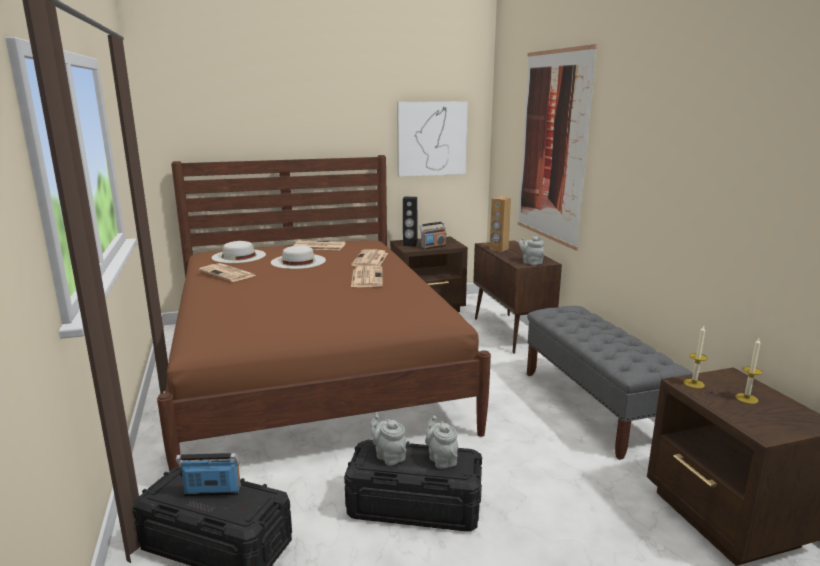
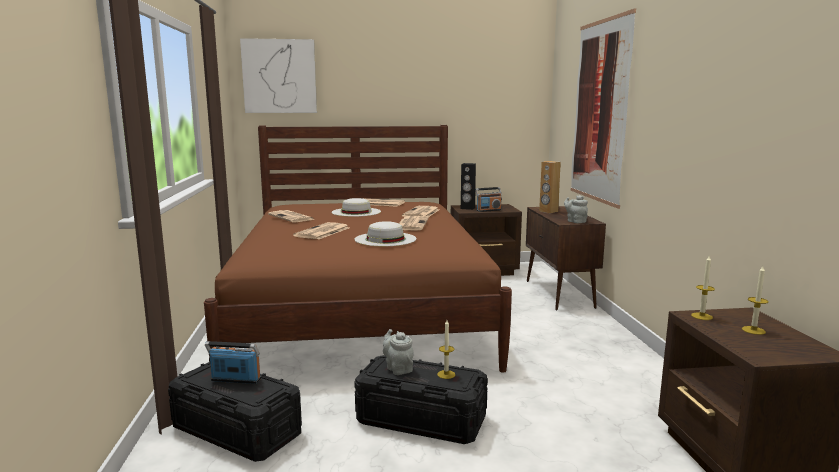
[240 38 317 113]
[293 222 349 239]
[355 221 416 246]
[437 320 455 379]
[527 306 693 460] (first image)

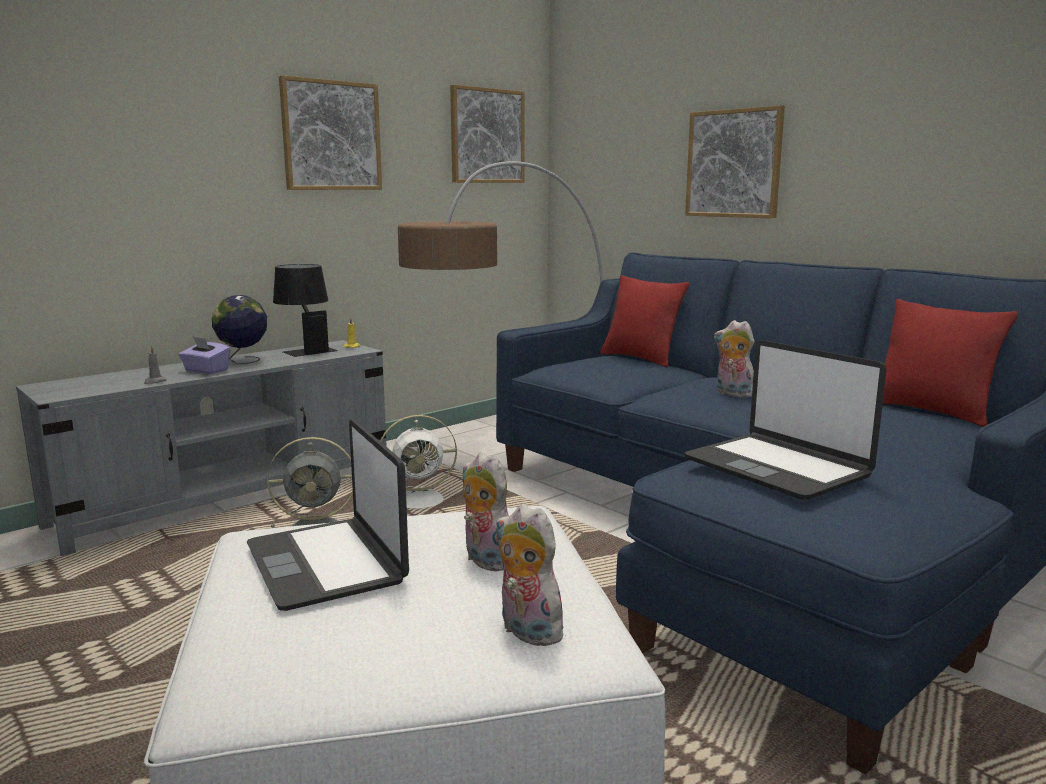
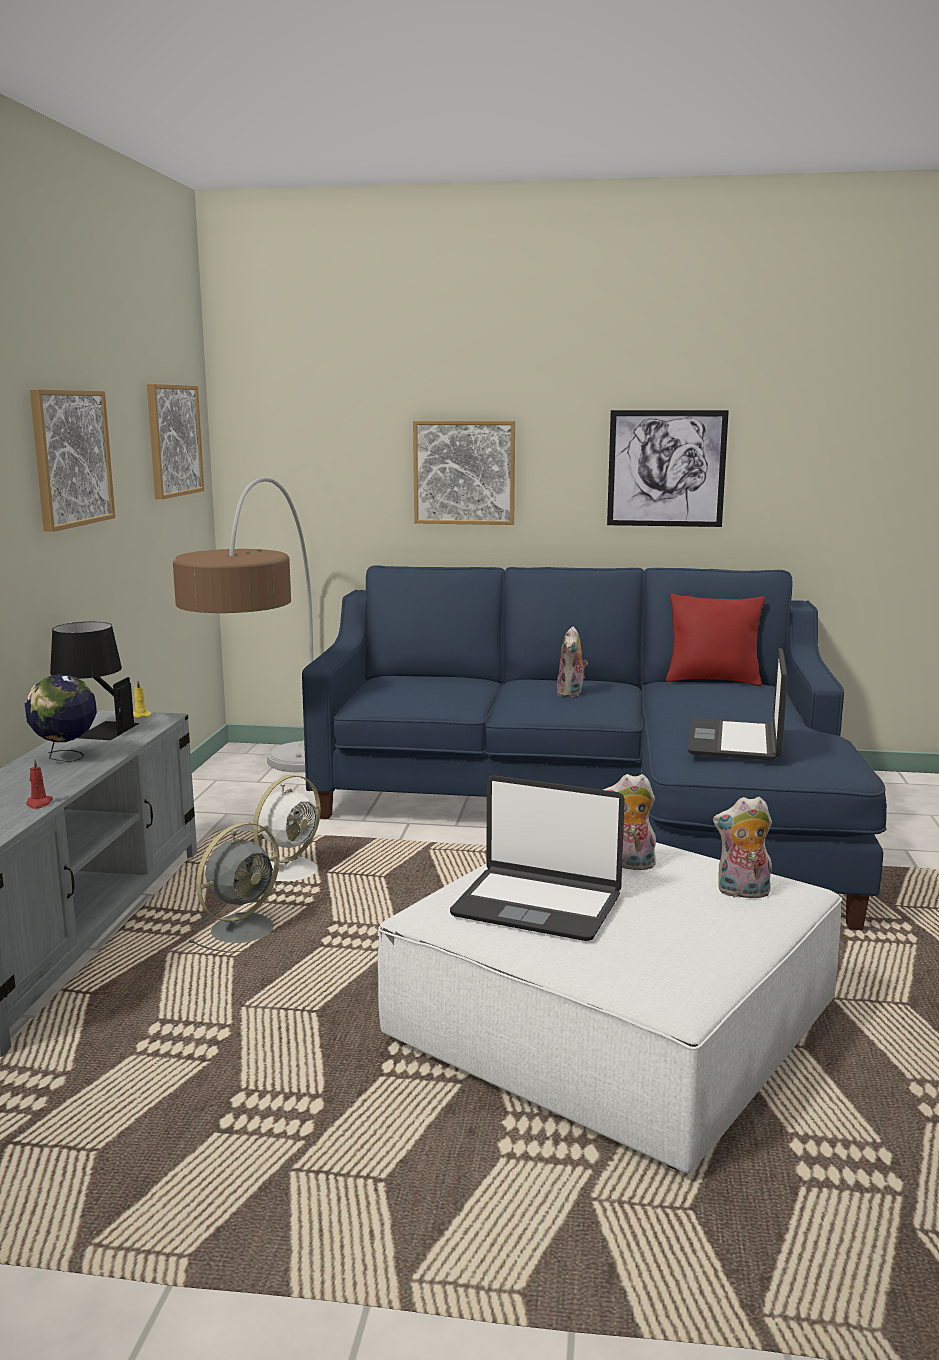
[26 758 53 809]
[557 626 588 697]
[607 410 729 527]
[687 648 788 761]
[179 337 231 374] (first image)
[601 275 689 367] (first image)

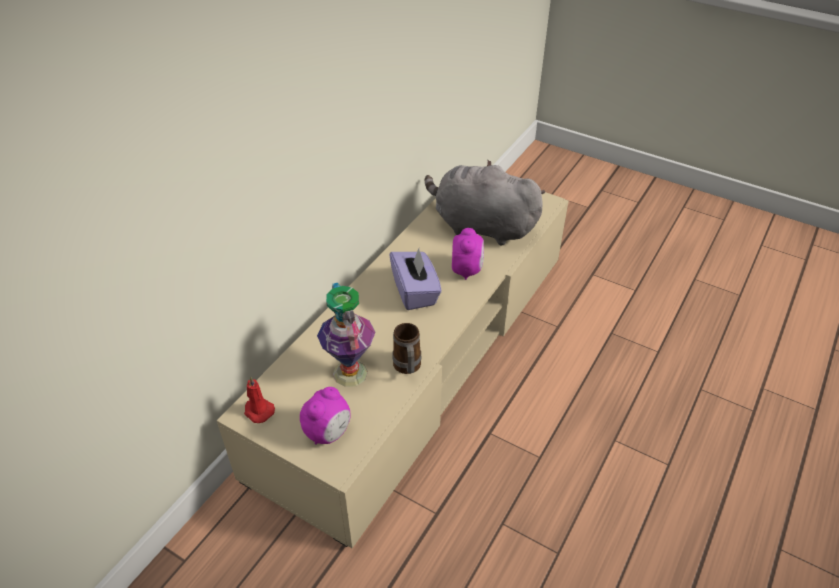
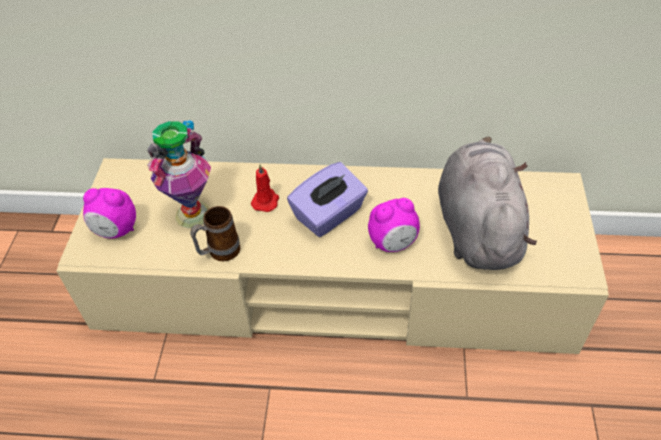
[251 164 279 212]

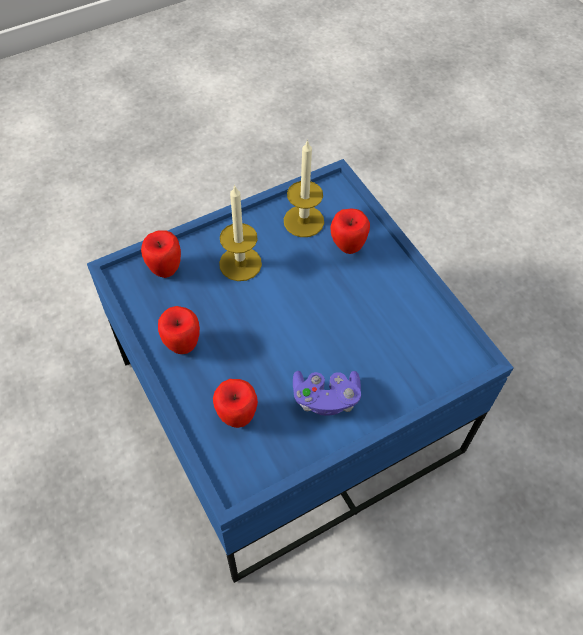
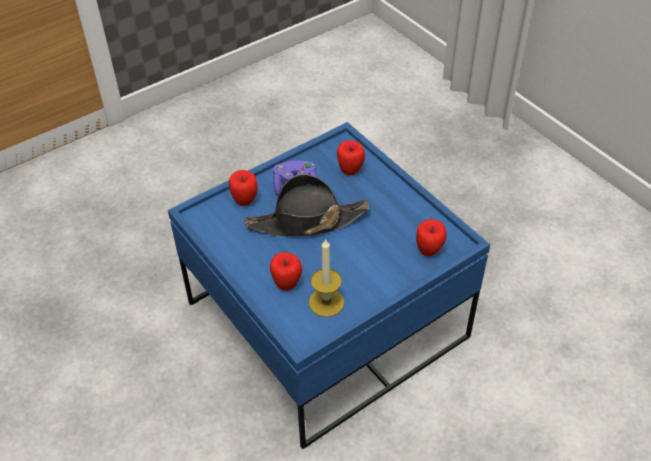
[229 170 258 206]
[245 174 369 237]
[219 185 262 281] (first image)

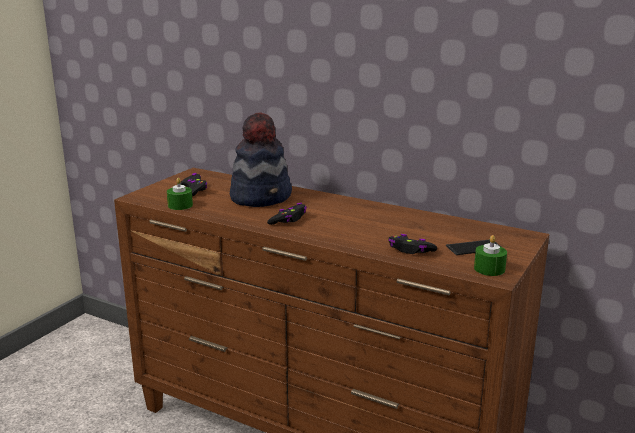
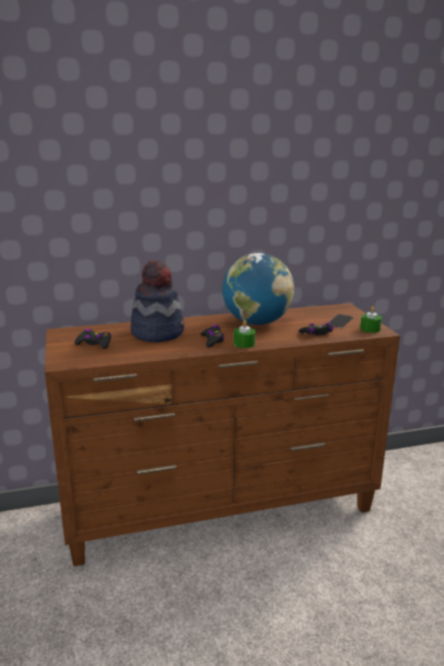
[222 253 294 325]
[234 320 255 348]

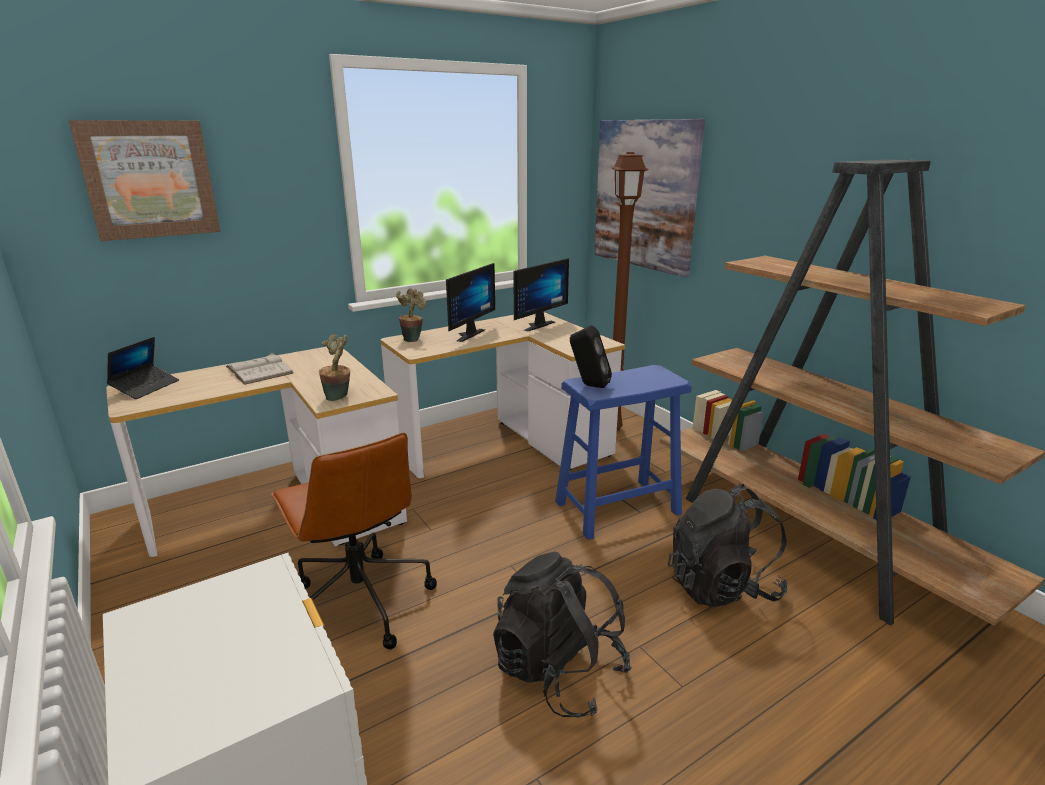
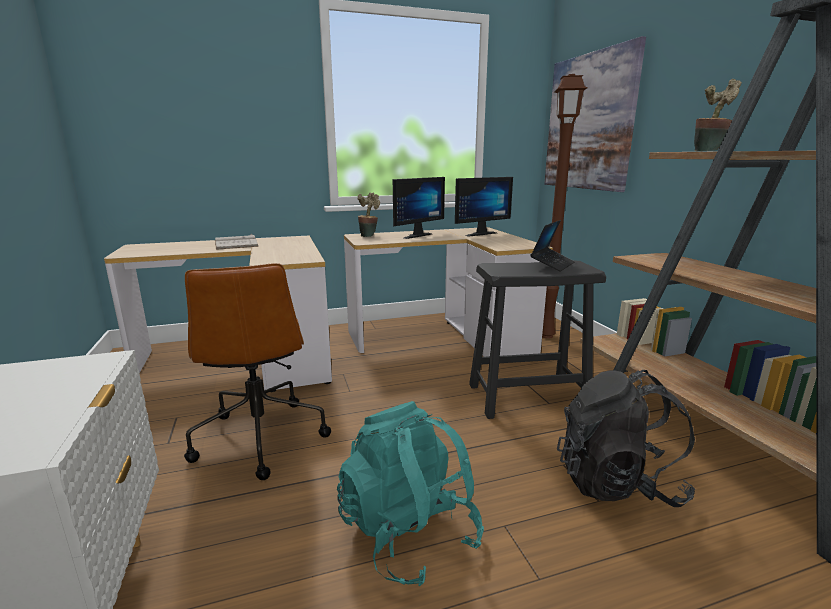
[337 401 484 586]
[469 260 606 419]
[531 220 575 272]
[694 79 742 152]
[69 120 220 241] (first image)
[570 325 612 388] (first image)

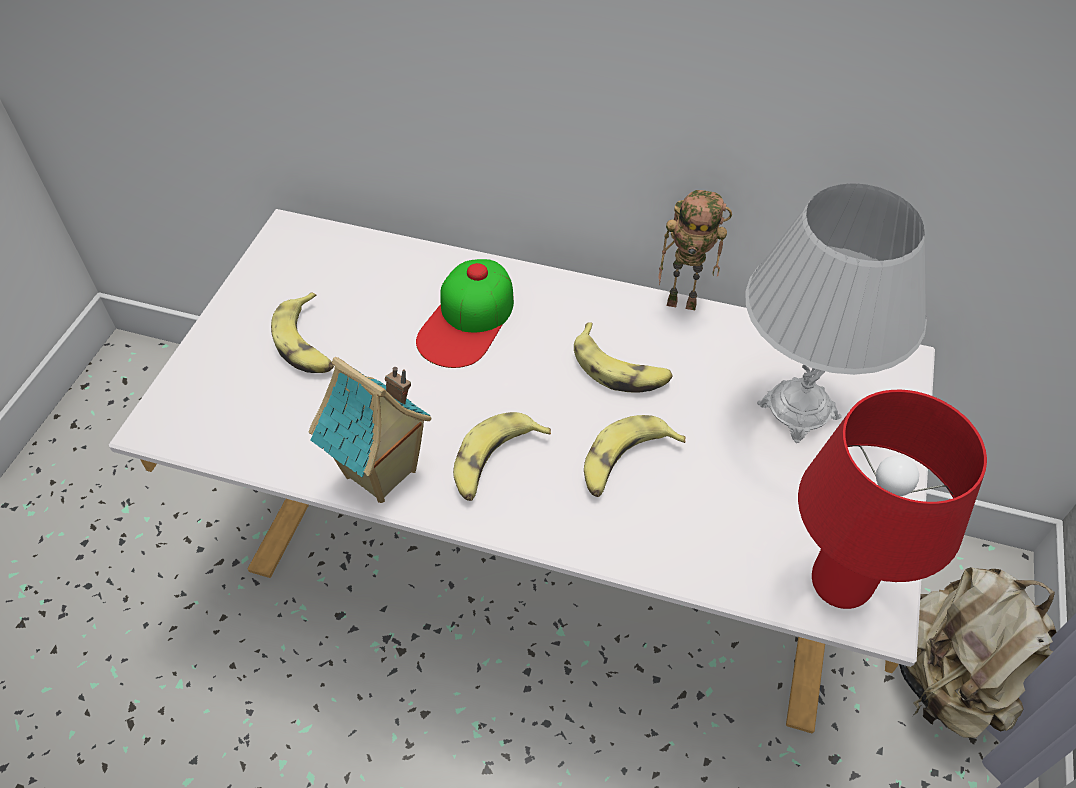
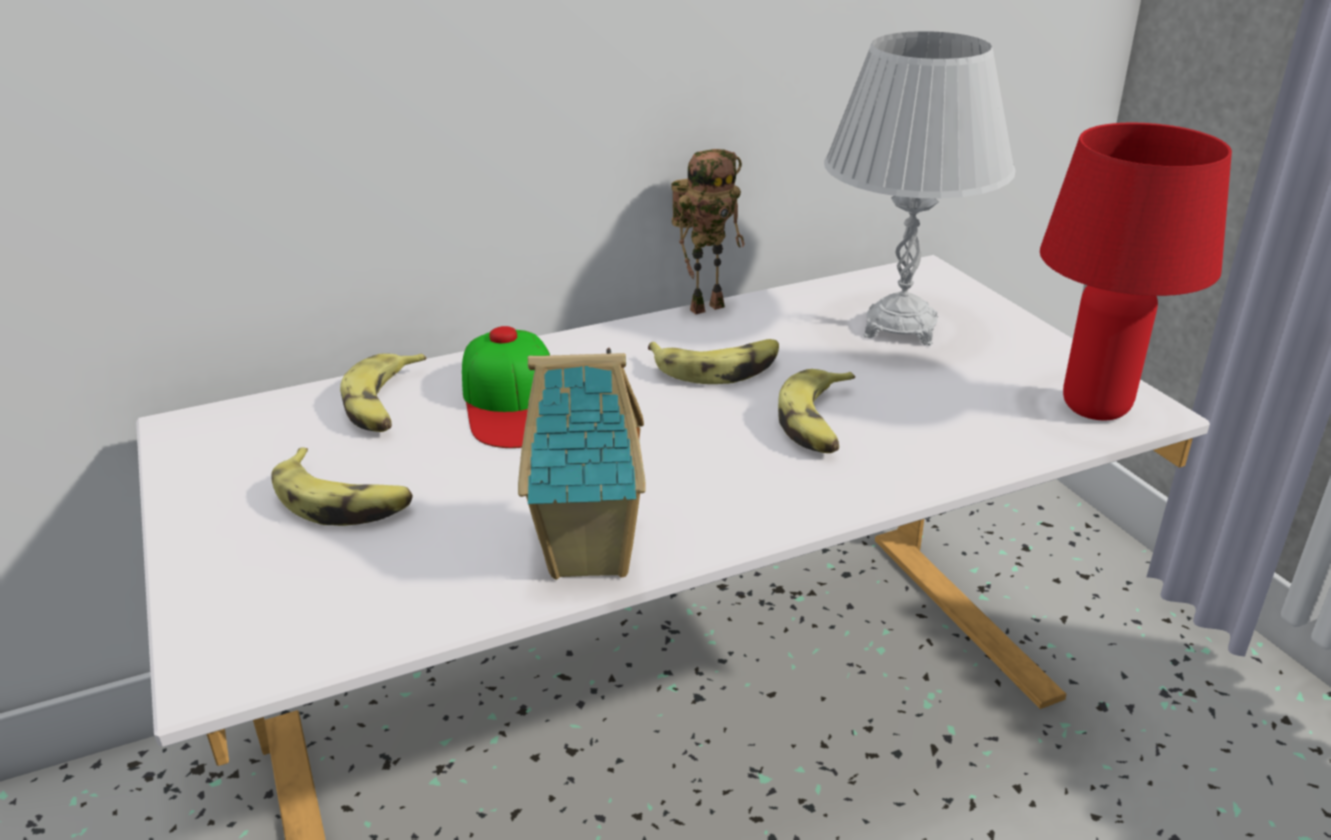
[340 353 426 432]
[899 567 1057 738] (first image)

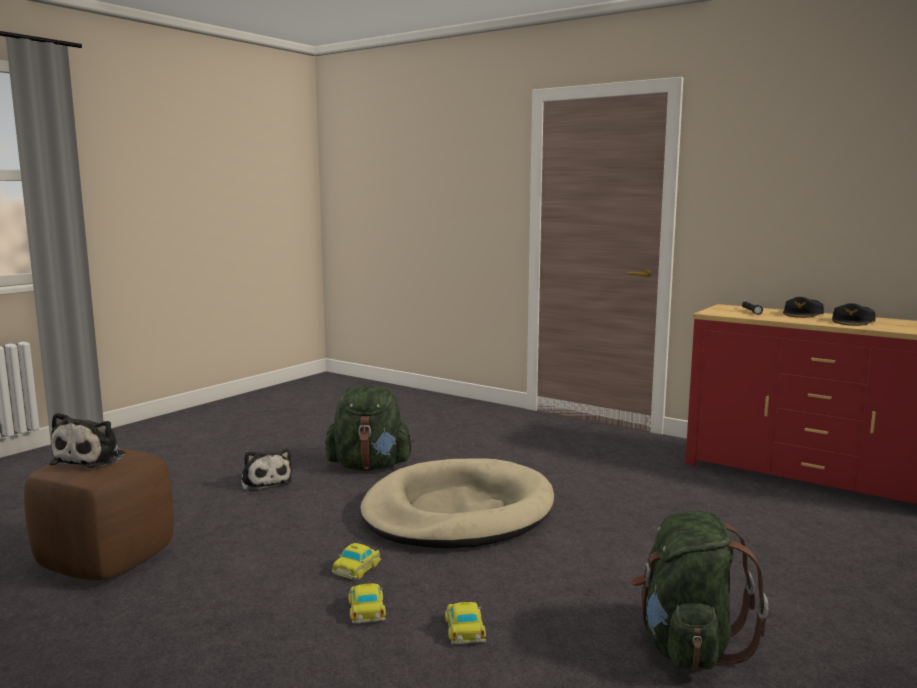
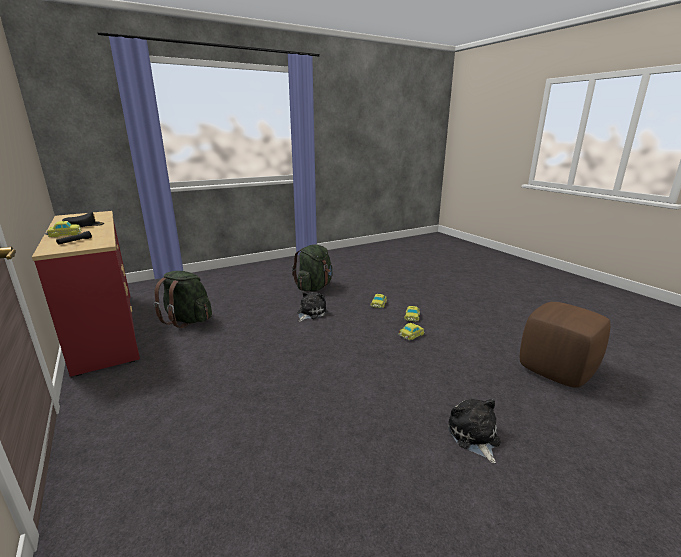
[45 220 82 237]
[154 271 212 328]
[297 291 328 322]
[360 458 554 549] (first image)

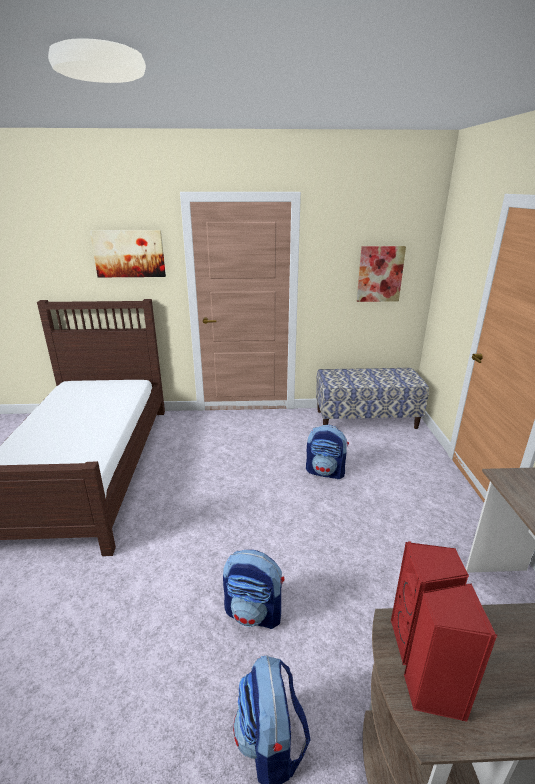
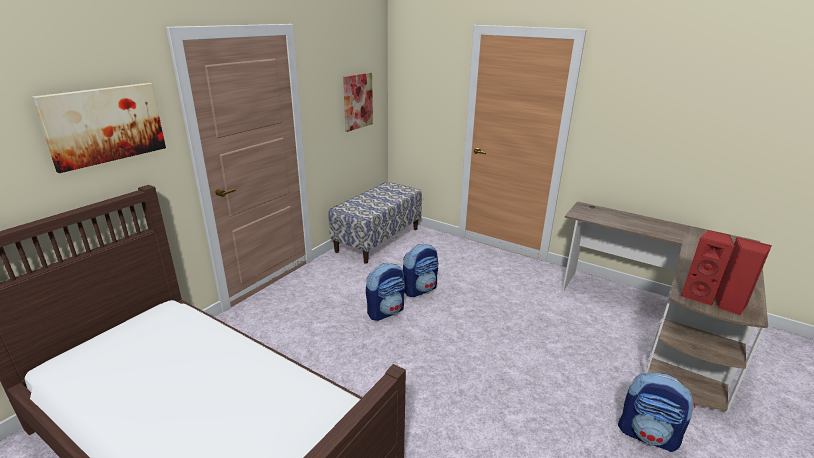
[366 263 405 321]

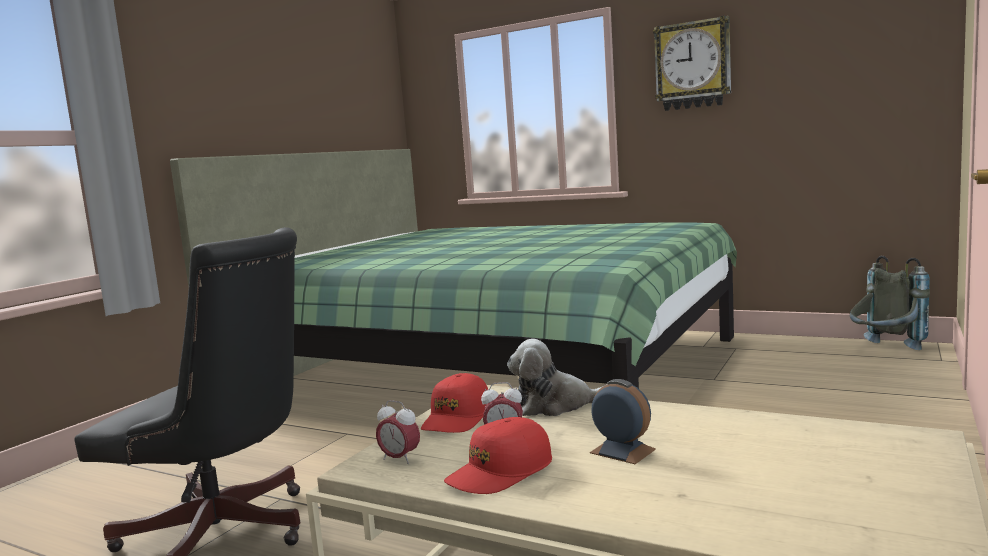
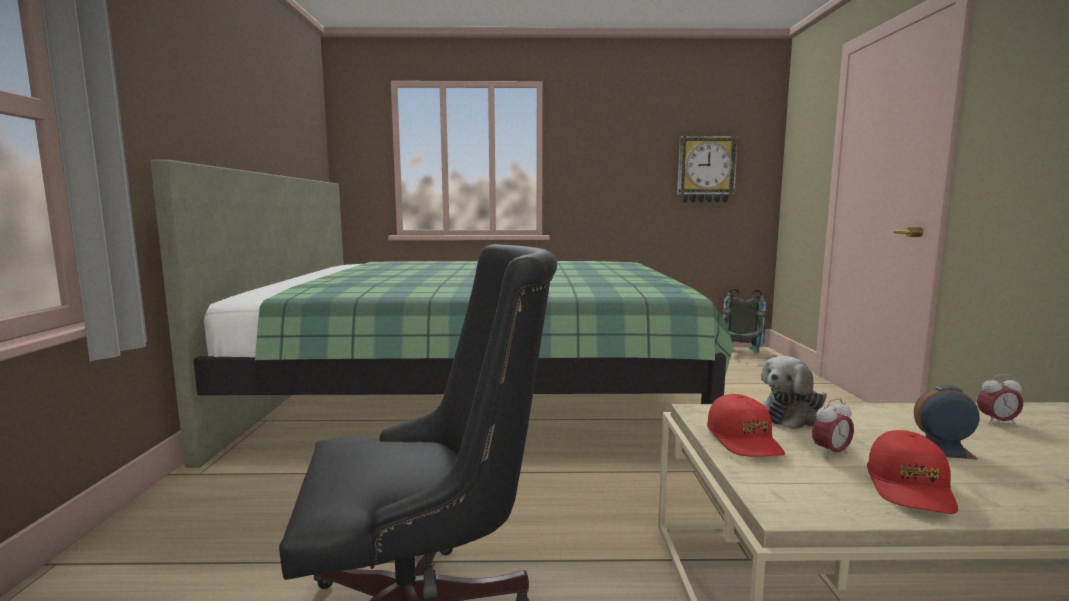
[677 135 739 202]
[977 374 1023 424]

